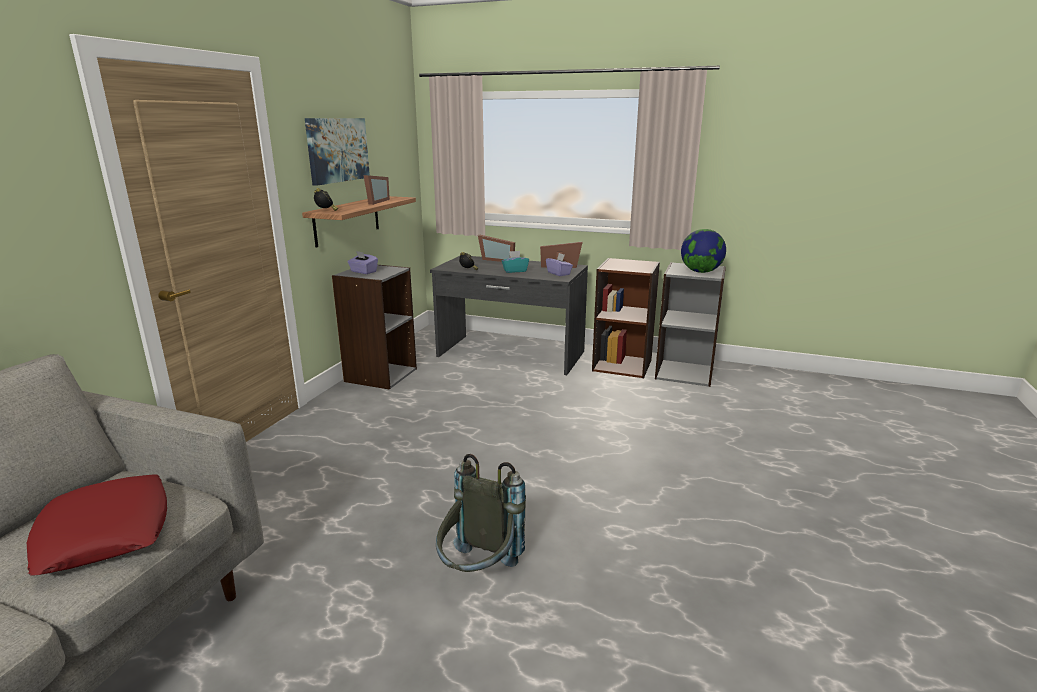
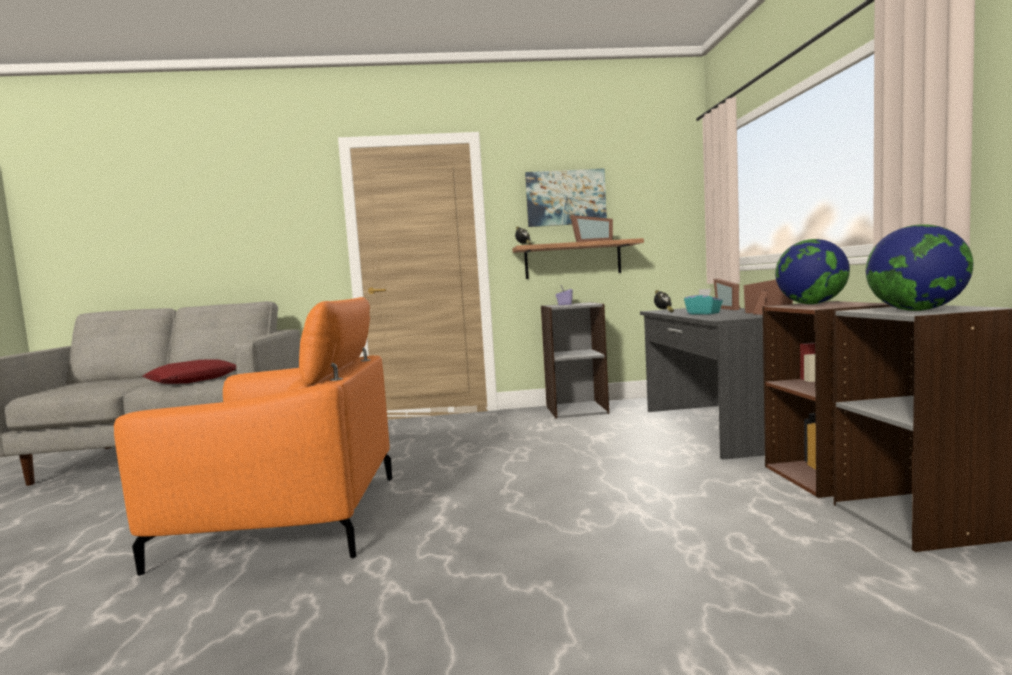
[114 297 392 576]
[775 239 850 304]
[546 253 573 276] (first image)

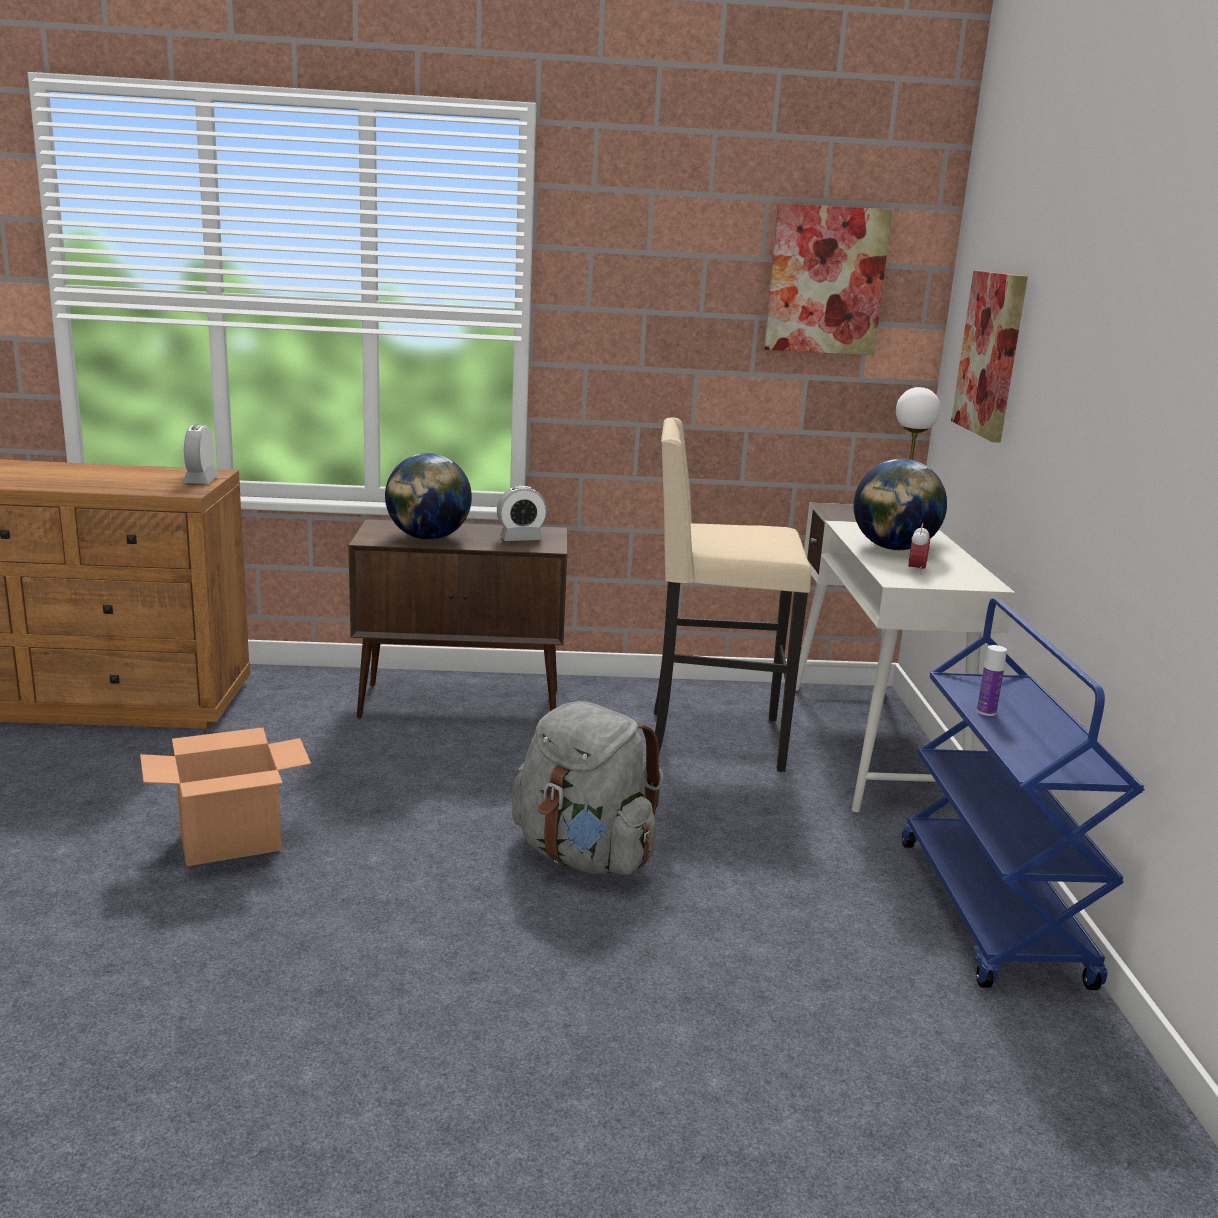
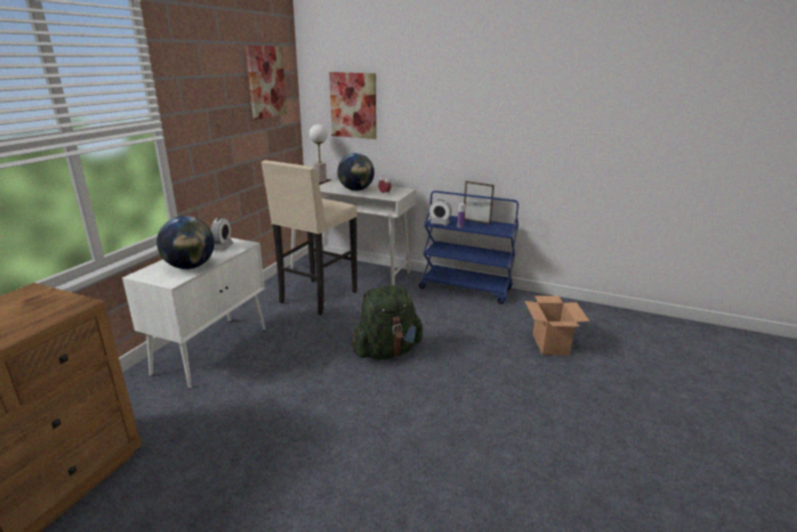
[122 238 265 388]
[352 285 423 360]
[429 199 452 225]
[464 181 494 225]
[525 296 590 355]

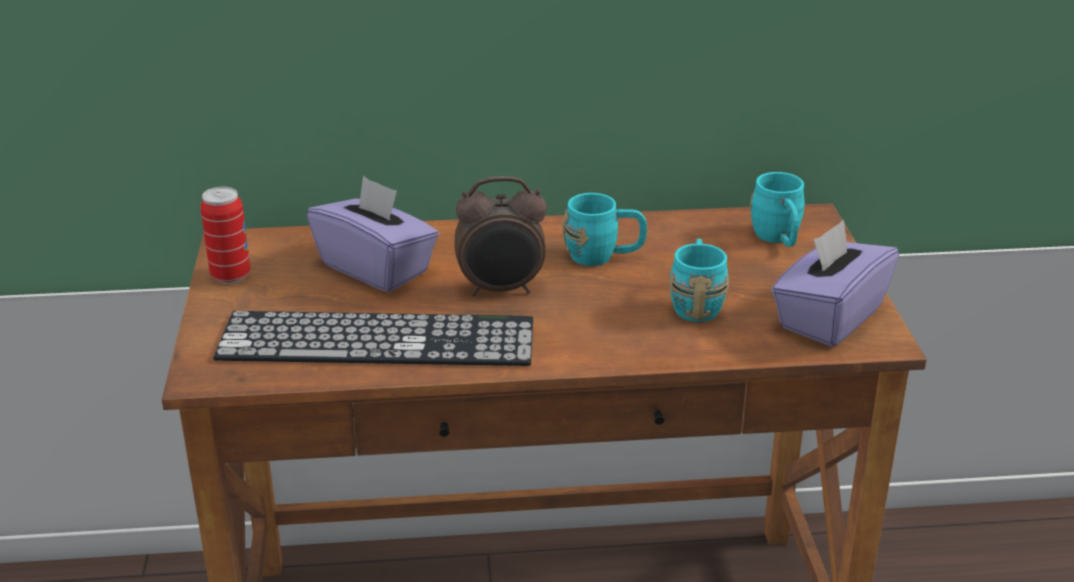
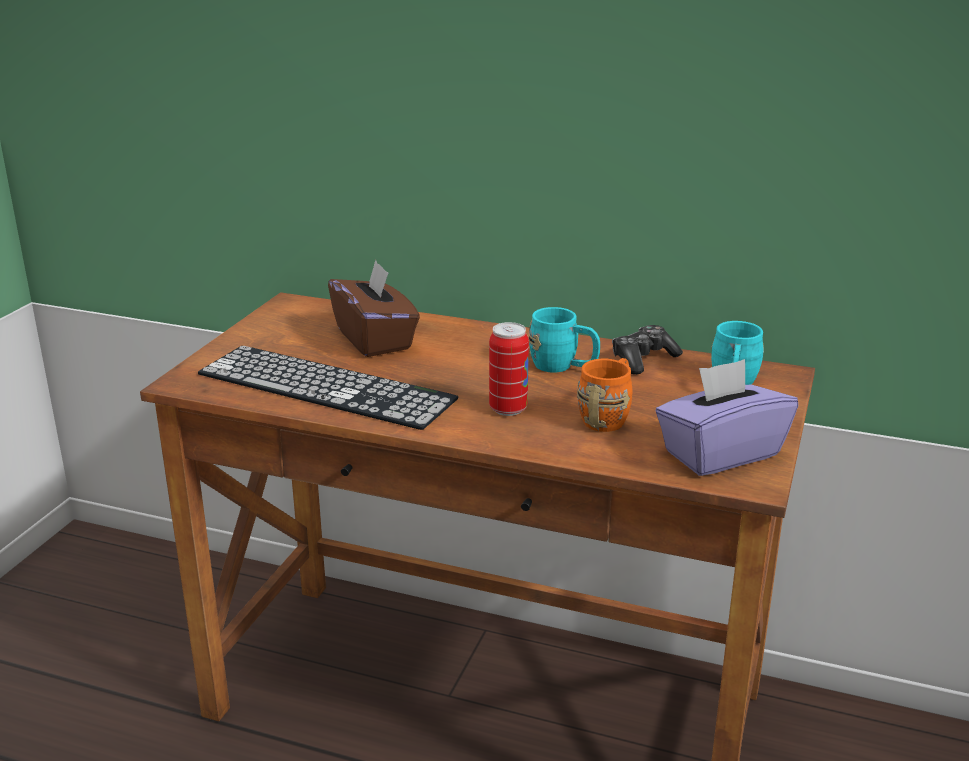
[328 260 420 357]
[489 322 529 416]
[577 358 633 432]
[612 325 683 375]
[454 176 547 296] (first image)

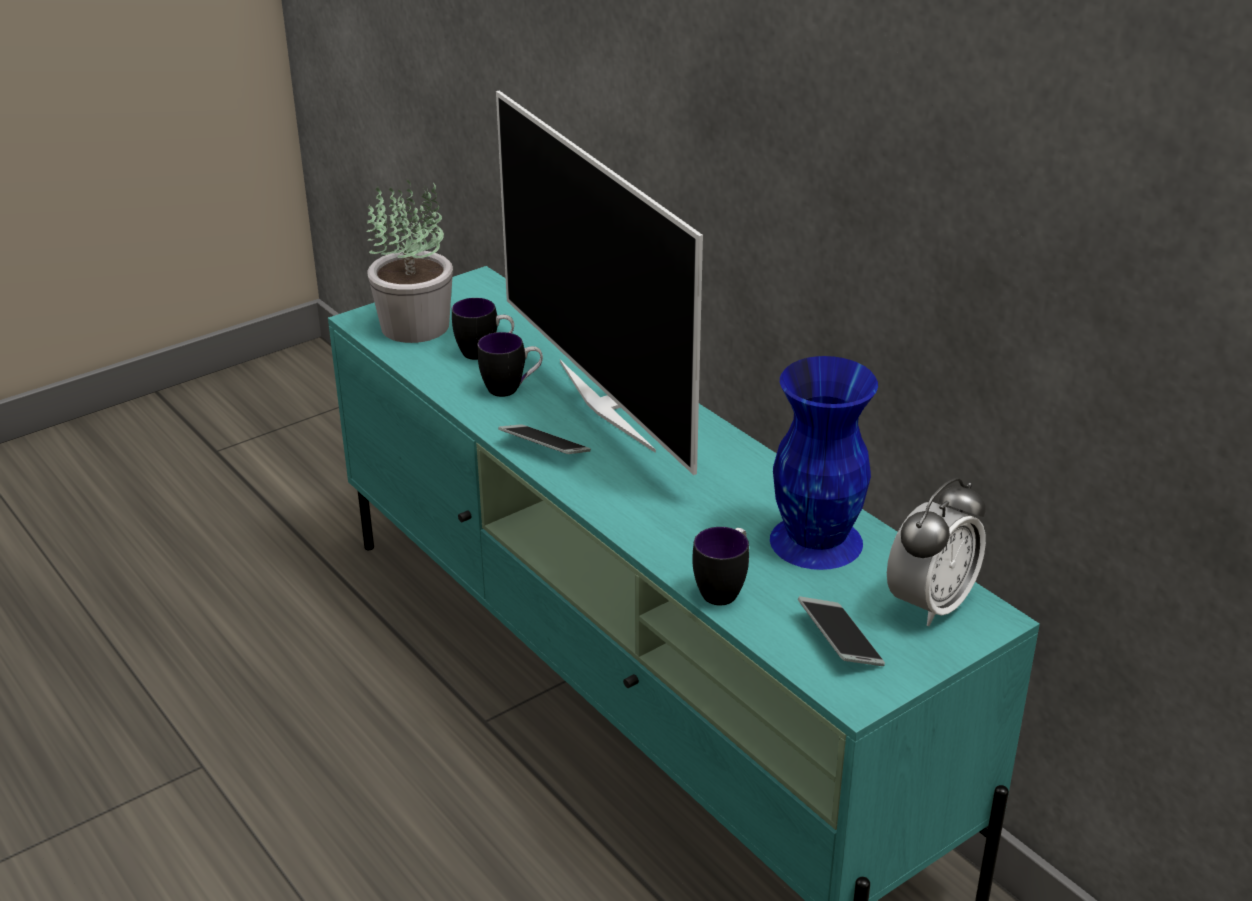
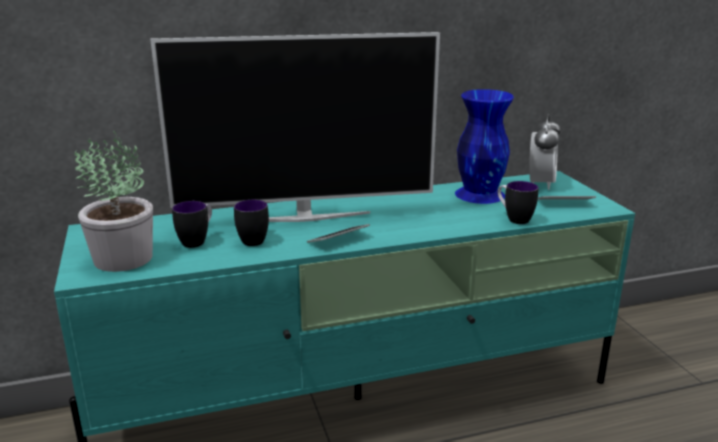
[529 114 560 190]

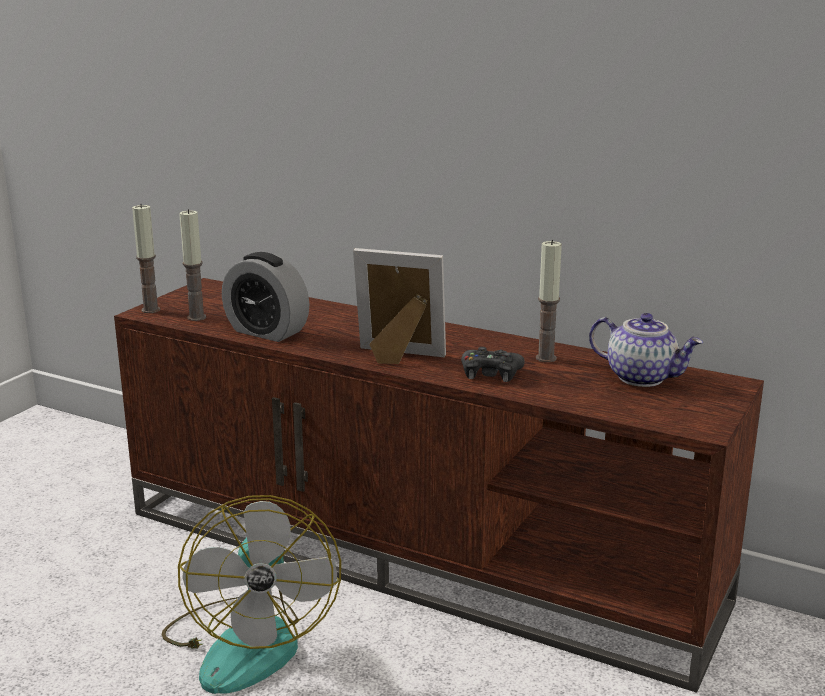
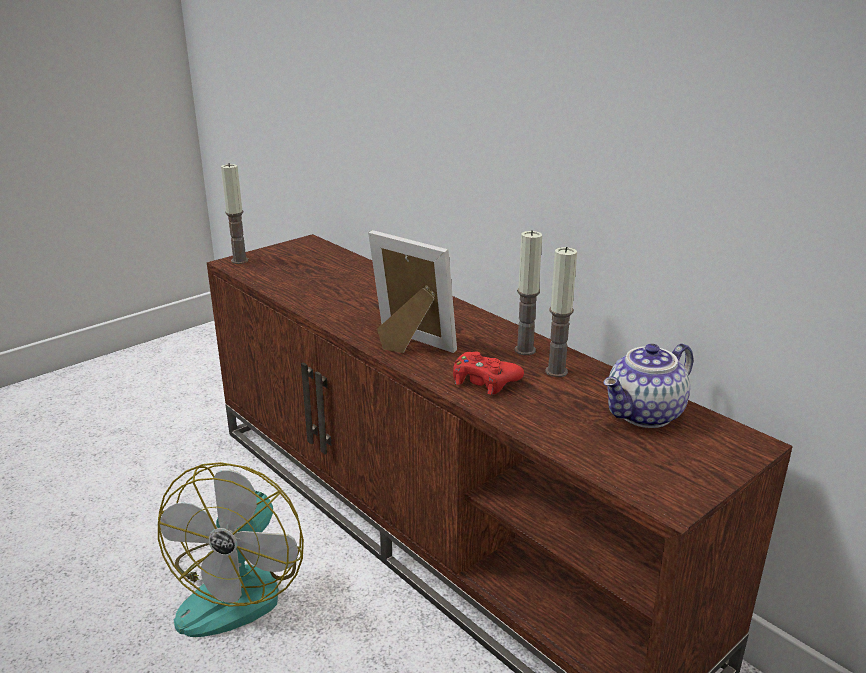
[453 351 524 395]
[515 230 542 355]
[603 343 693 428]
[222 252 310 342] (first image)

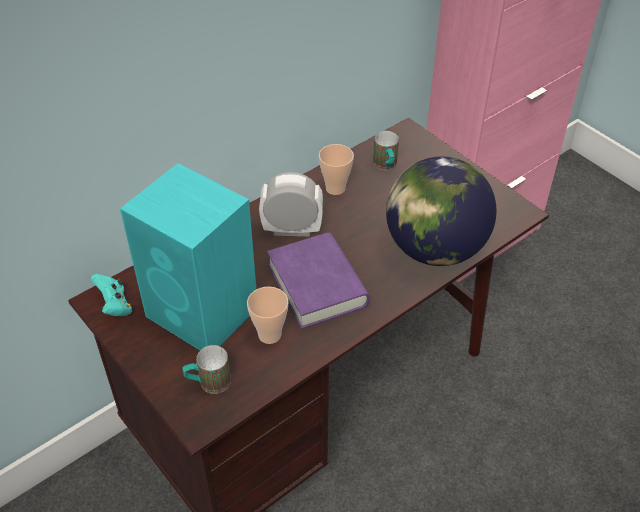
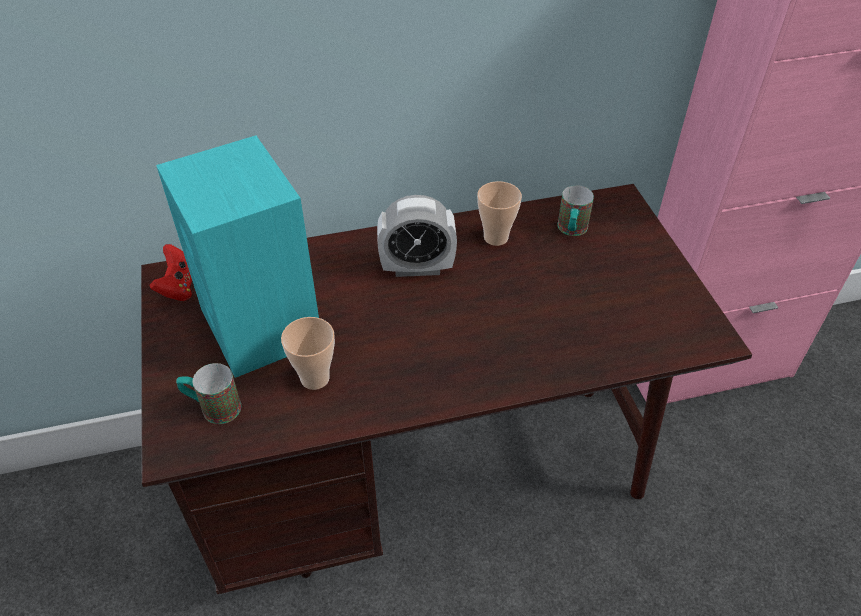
[149 244 192 301]
[377 195 457 277]
[267 232 370 329] (first image)
[386 157 497 266] (first image)

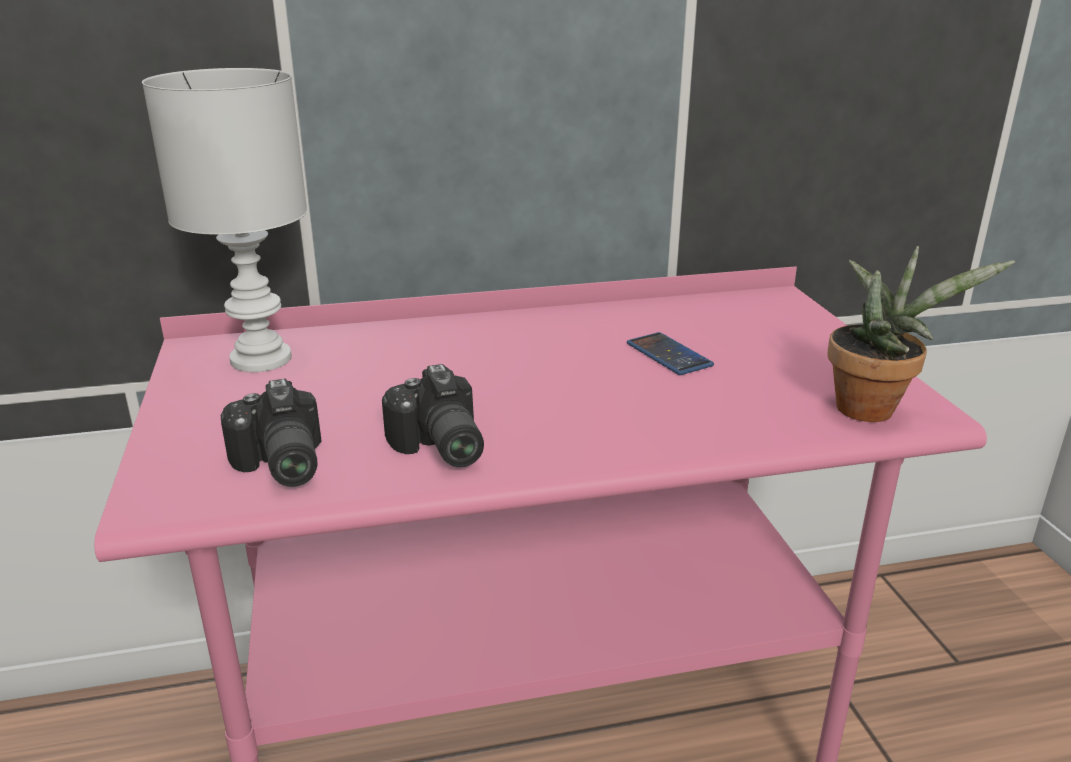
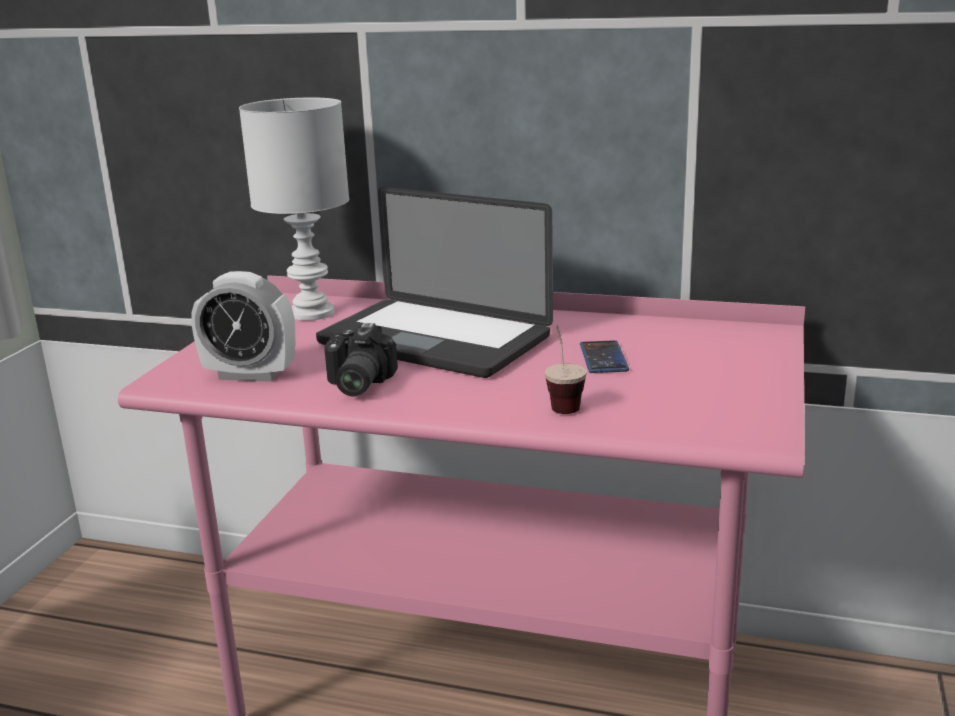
[191 271 295 382]
[316 187 553 378]
[545 325 587 414]
[827 246 1015 422] (first image)

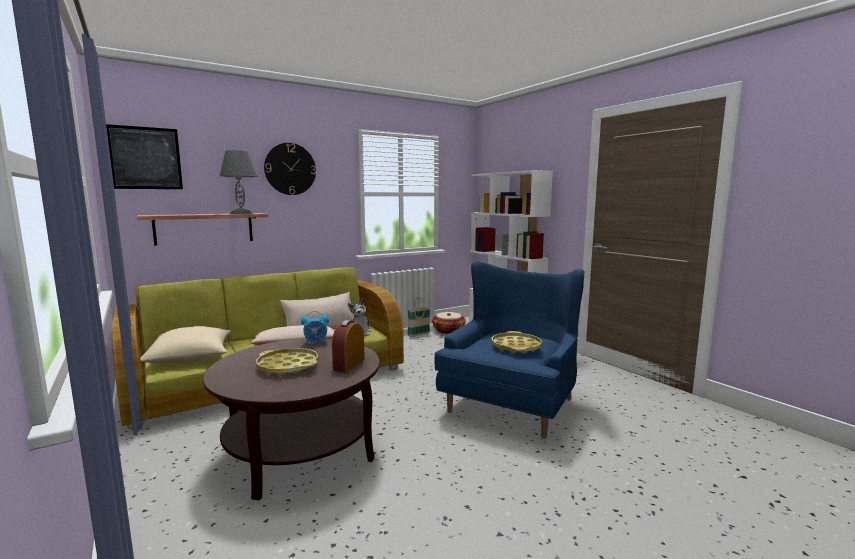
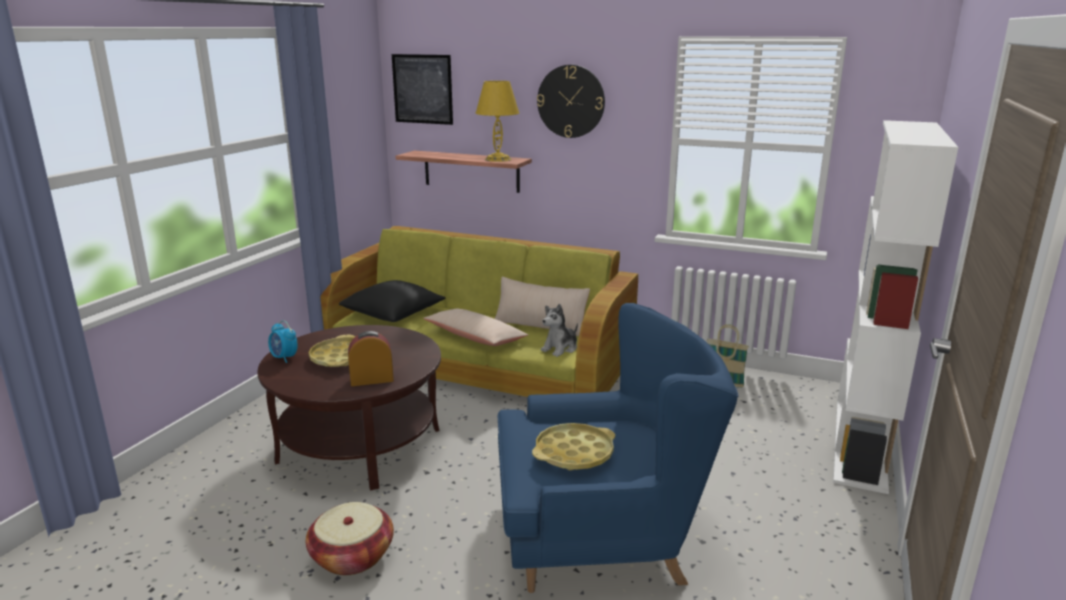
[268 320 298 363]
[306 502 394 575]
[339 280 446 322]
[476 81 519 162]

